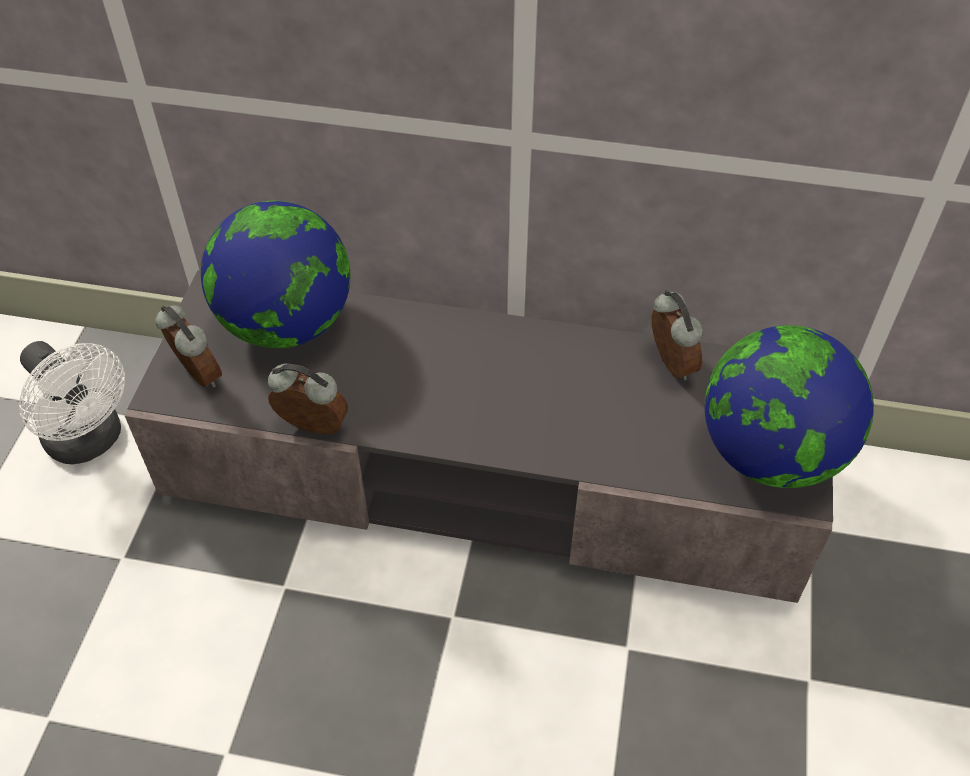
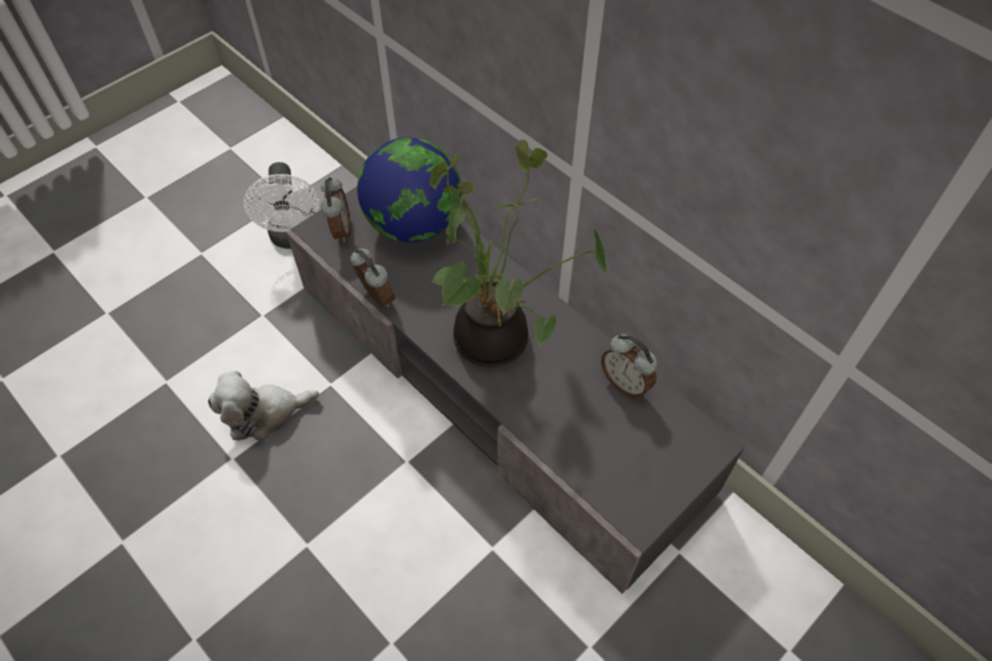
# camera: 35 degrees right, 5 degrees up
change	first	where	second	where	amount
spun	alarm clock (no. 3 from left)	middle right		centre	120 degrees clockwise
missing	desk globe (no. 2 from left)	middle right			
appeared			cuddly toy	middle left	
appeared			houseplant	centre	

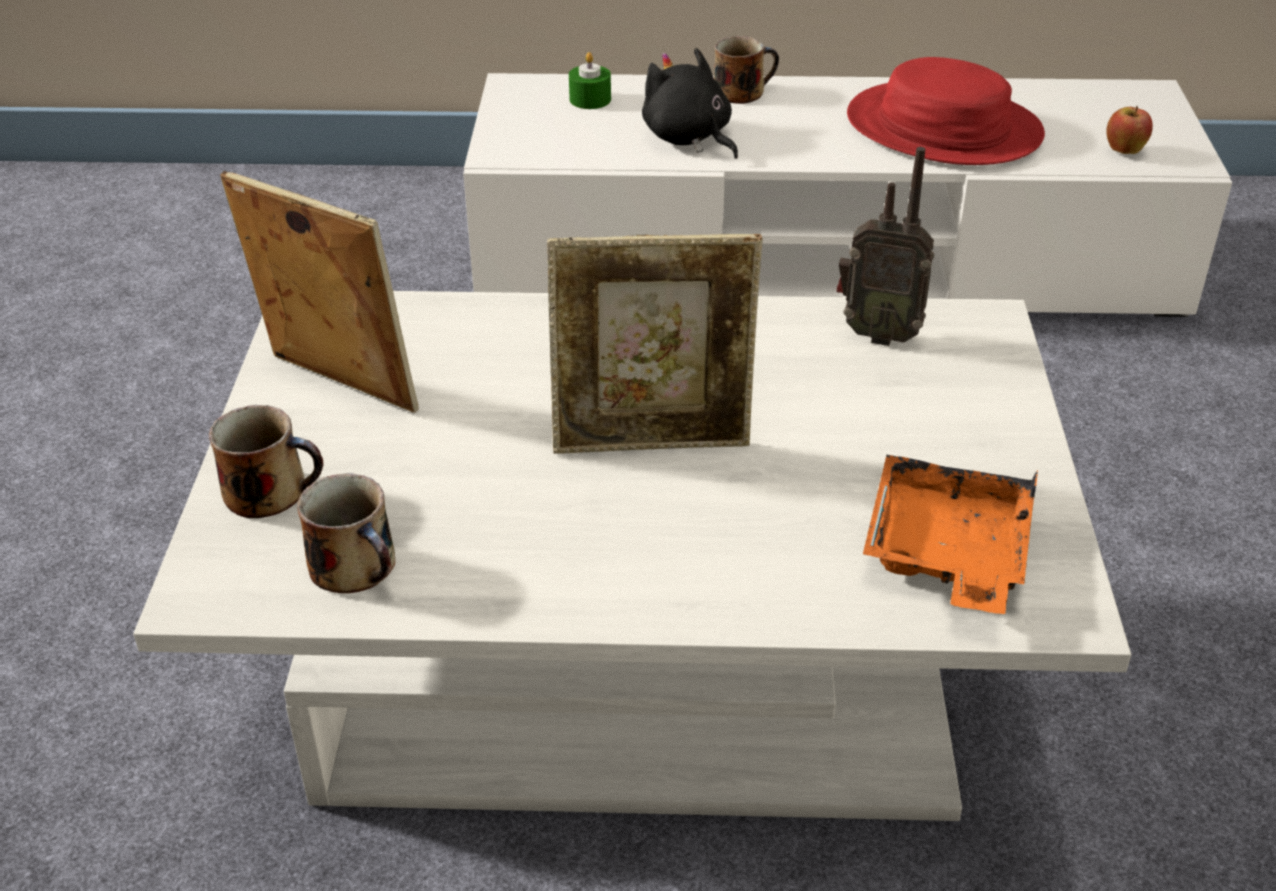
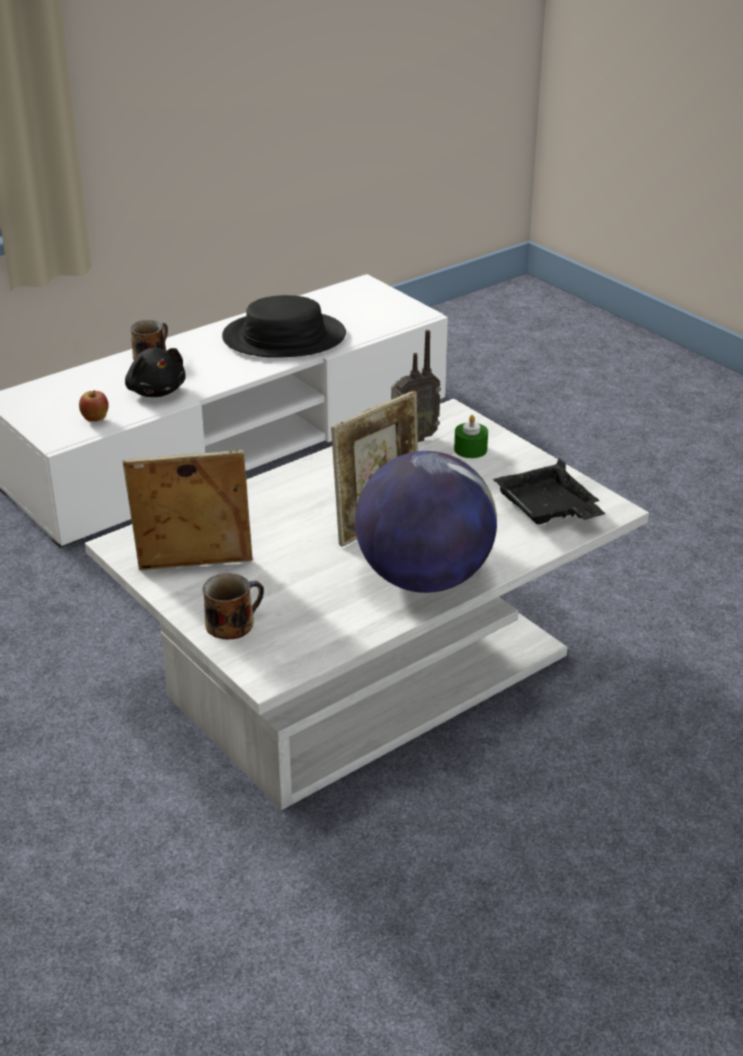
# camera: 40 degrees left, 5 degrees down
change	first	where	second	where	amount
missing	mug (no. 2 from left)	middle left			
relocated	candle in green	top centre		centre	
spun	cuddly toy in black-coloured	top centre		middle left	135 degrees counterclockwise
colour	wearable hat in reddish	top right	wearable hat in black-coloured	top centre	
colour	carrying tray in orange	middle right	carrying tray in black-coloured	middle right	
relocated	apple fruit	top right		middle left	
appeared			desk globe	centre	

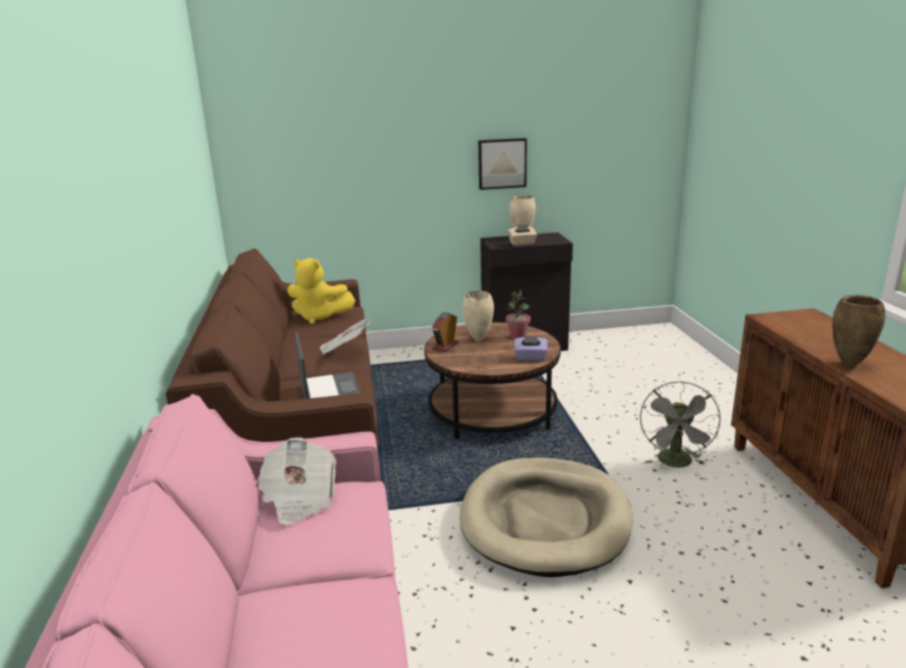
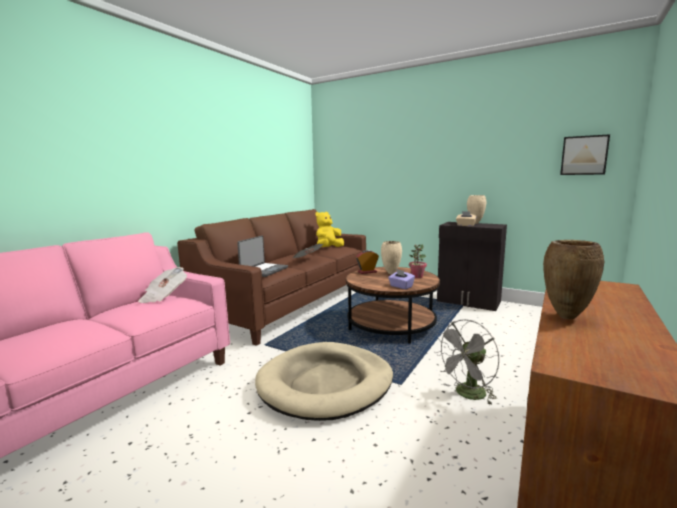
# camera: 40 degrees right, 10 degrees down
change	first	where	second	where	amount
spun	cuddly toy in yellow-coloured	centre		centre	75 degrees clockwise
relocated	picture	top centre		top right	

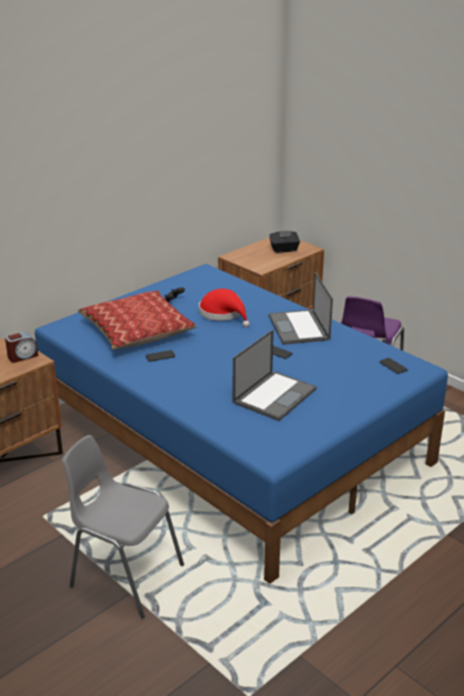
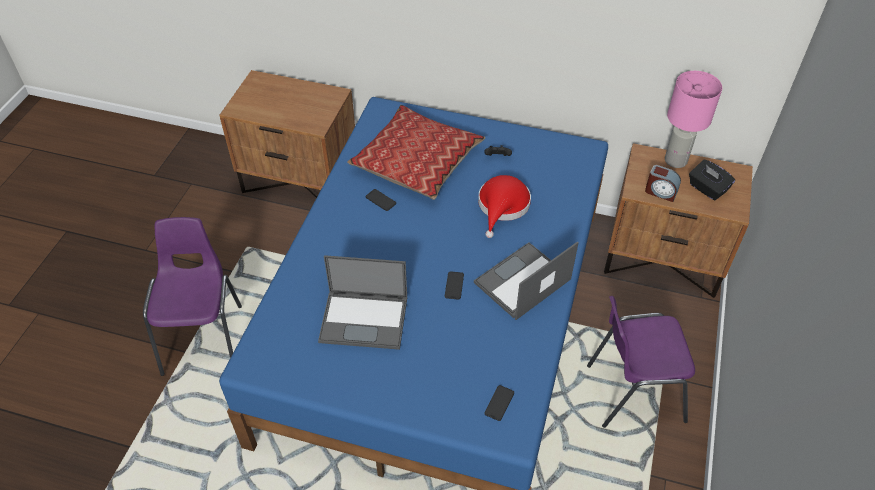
# camera: 60 degrees right, 20 degrees up
change	first	where	second	where	amount
relocated	alarm clock	middle left		middle right	
colour	plain chair in grey	bottom left	plain chair in purple (no. 1 from left)	middle left	
appeared			tabletop lamp in pinkish	top right	

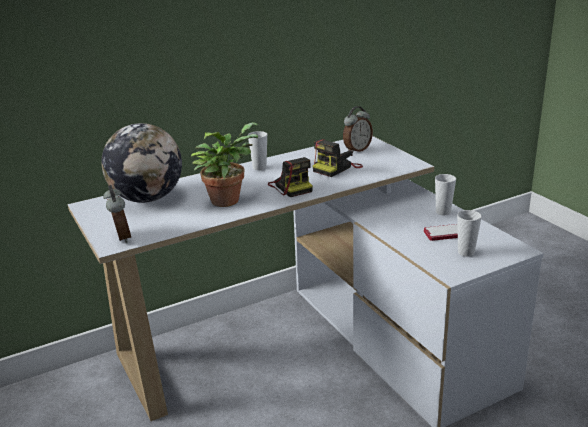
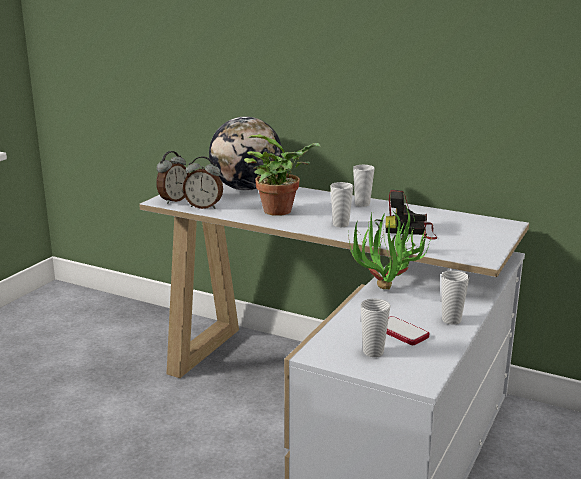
# camera: 55 degrees right, 5 degrees down
change	first	where	second	where	amount
exchanged	photo camera (no. 1 from left)	centre	small cup (no. 1 from left)	centre	
relocated	alarm clock (no. 2 from left)	top centre		centre	
appeared			houseplant (no. 2 from left)	middle right	

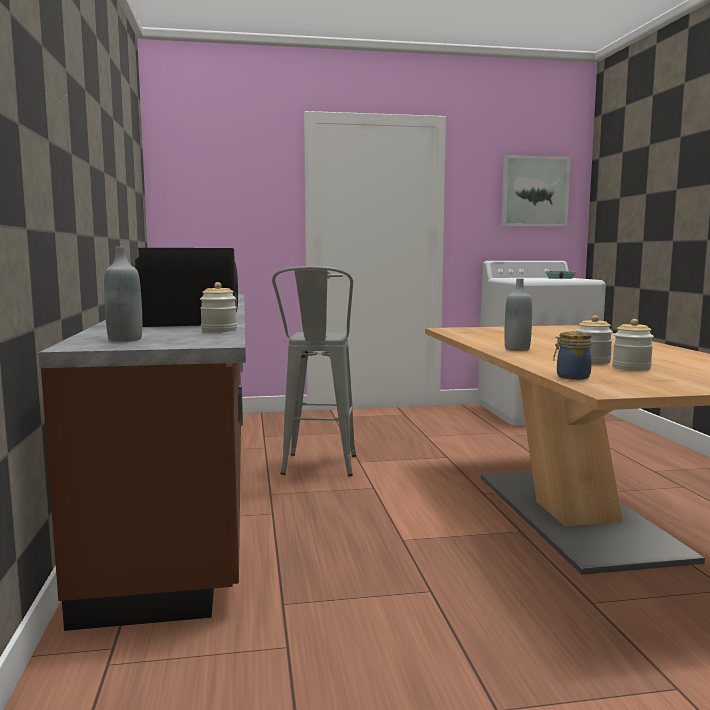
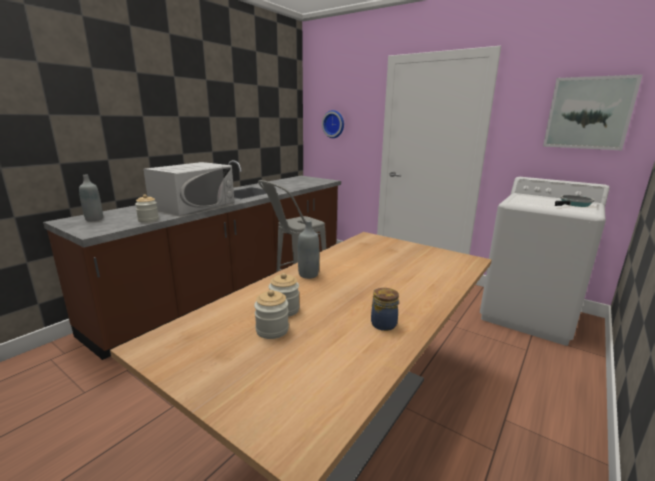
# camera: 45 degrees right, 10 degrees up
change	first	where	second	where	amount
colour	kitchen microwave in black-coloured	middle left	kitchen microwave in white-coloured	middle left	
relocated	jar (no. 2 from left in the first image)	middle right	jar (no. 4 from left)	centre	
appeared			wall clock	top centre	

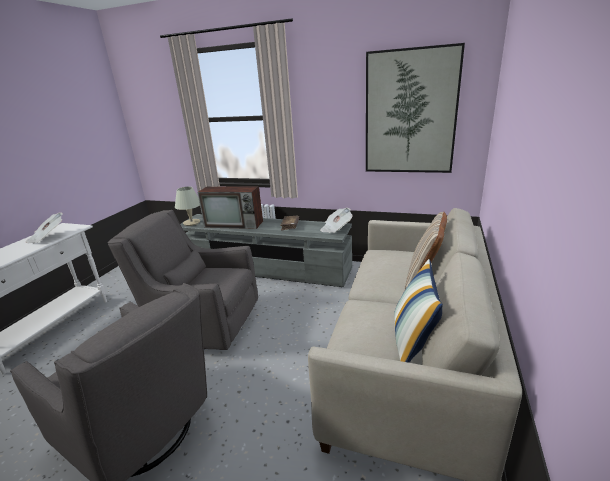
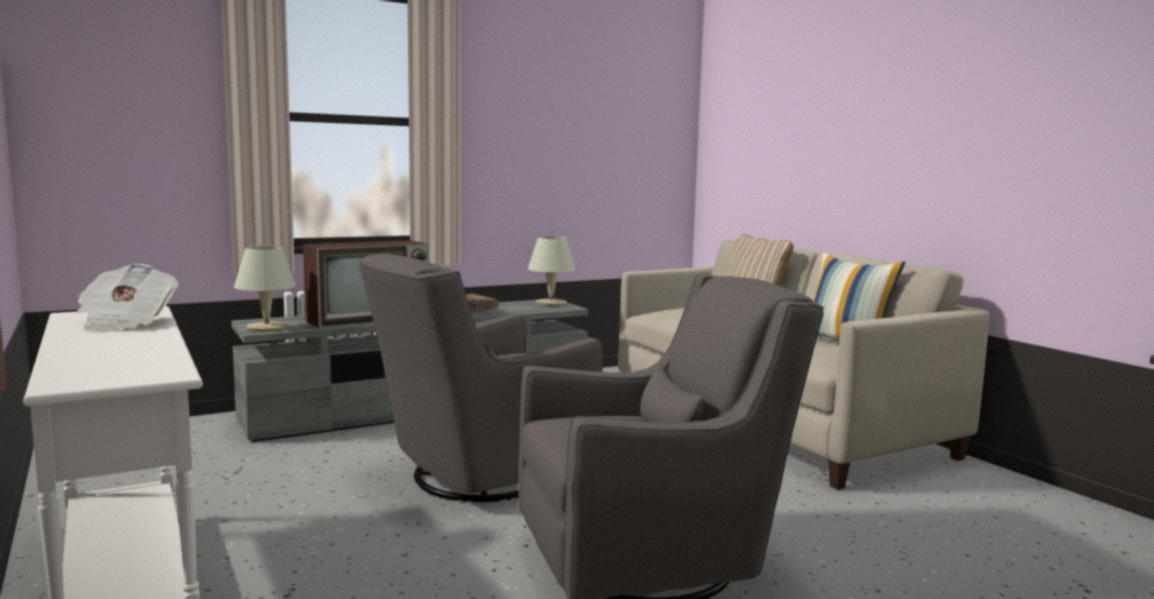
# camera: 50 degrees left, 15 degrees down
change	first	where	second	where	amount
exchanged	newspaper (no. 2 from left)	centre	tabletop lamp in beige-coloured (no. 2 from left)	centre	
missing	picture	top right			

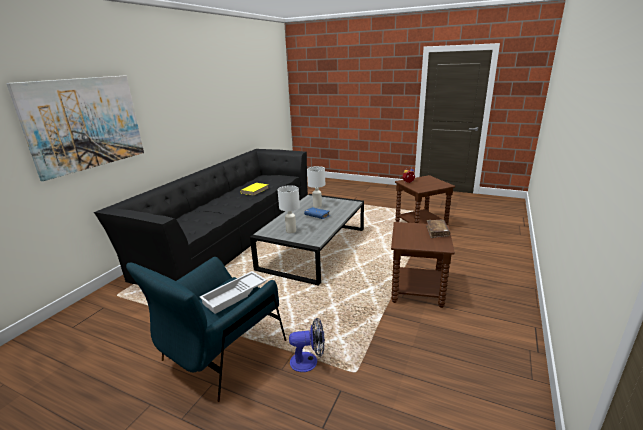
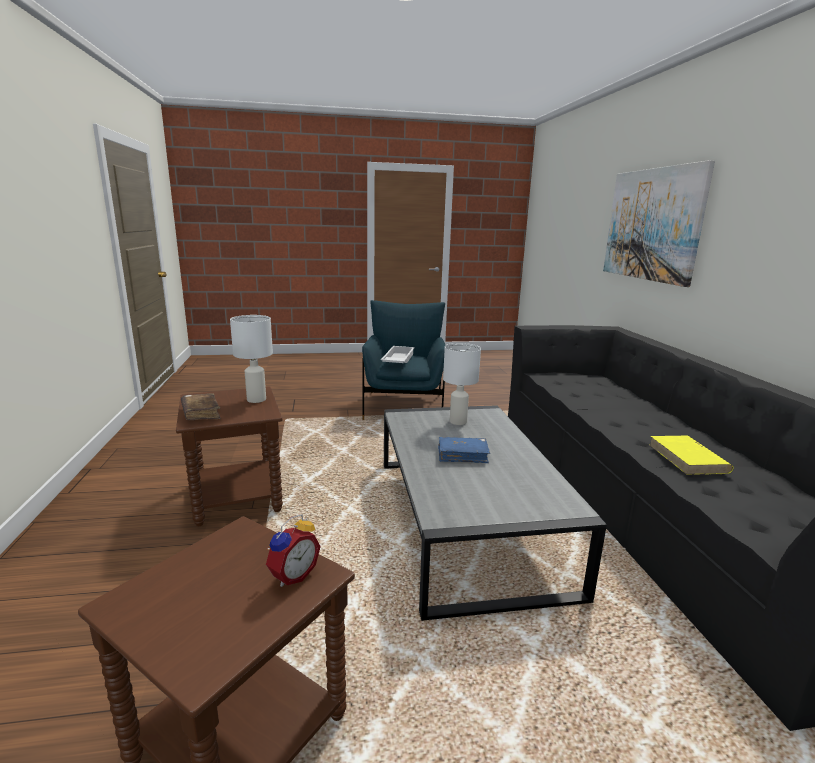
# camera: 145 degrees right, 5 degrees down
change	first	where	second	where	amount
missing	fan	bottom centre			
relocated	tabletop lamp in white-coloured (no. 2 from left in the first image)	centre	tabletop lamp in white-coloured (no. 1 from left)	middle left	

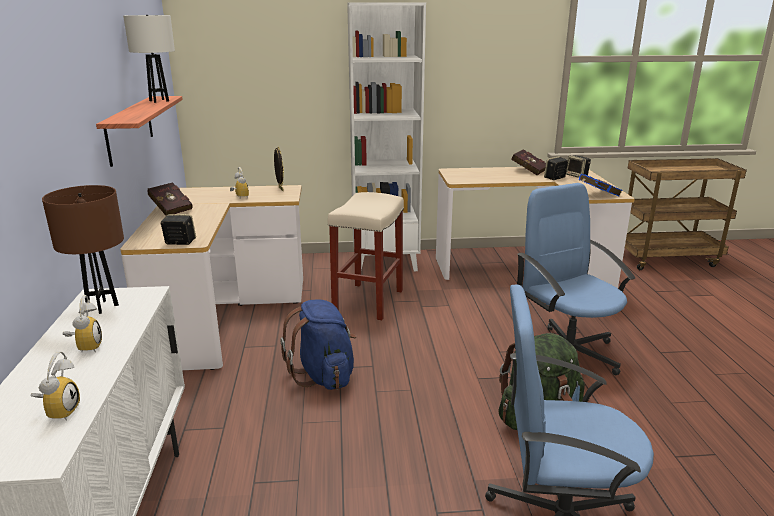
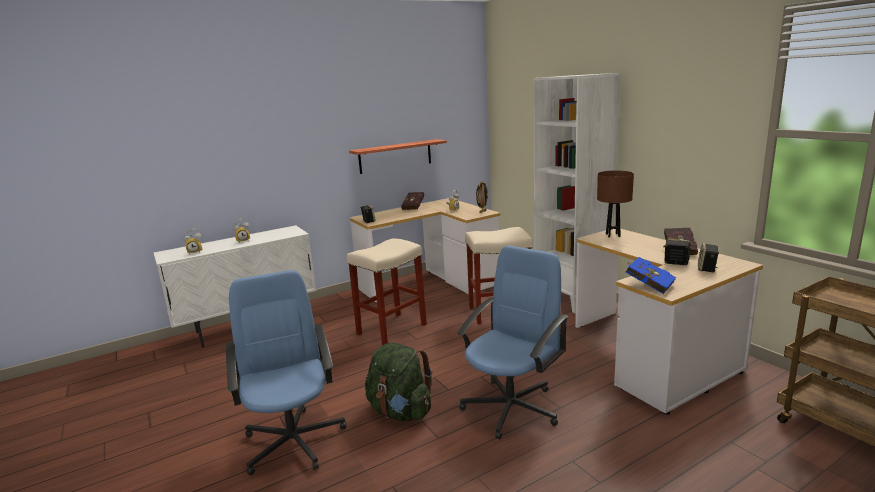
# camera: 65 degrees right, 5 degrees down
change	first	where	second	where	amount
relocated	tabletop lamp in brown-coloured	middle left		middle right	
missing	tabletop lamp in white-coloured	top left			
exchanged	backpack in blue-coloured	bottom centre	stool in beige-coloured (no. 1 from left)	centre	

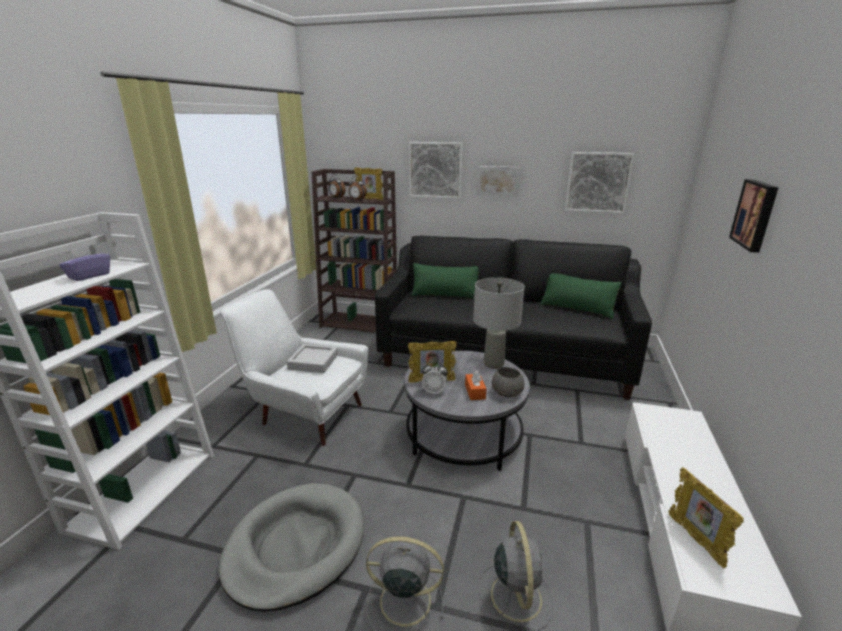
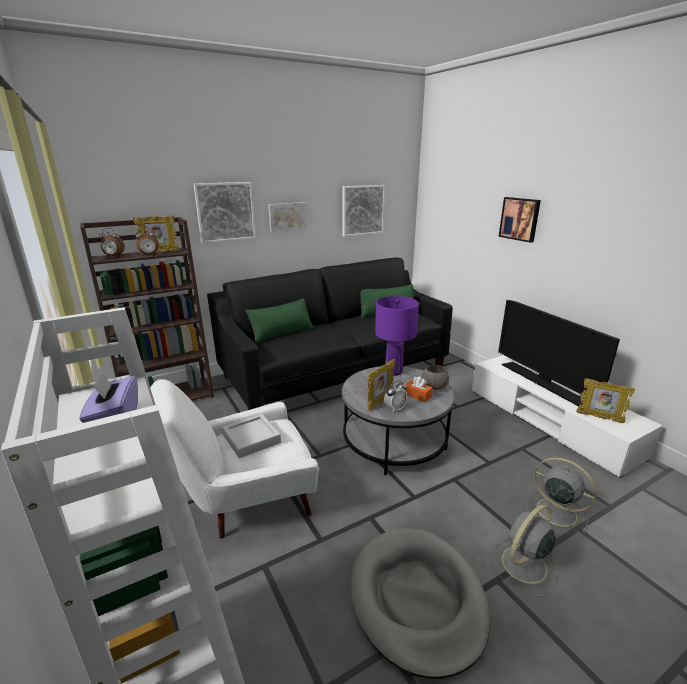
# camera: 45 degrees left, 0 degrees up
change	first	where	second	where	amount
colour	tabletop lamp in grey	centre	tabletop lamp in purple	centre	
appeared			TV set	middle right	

